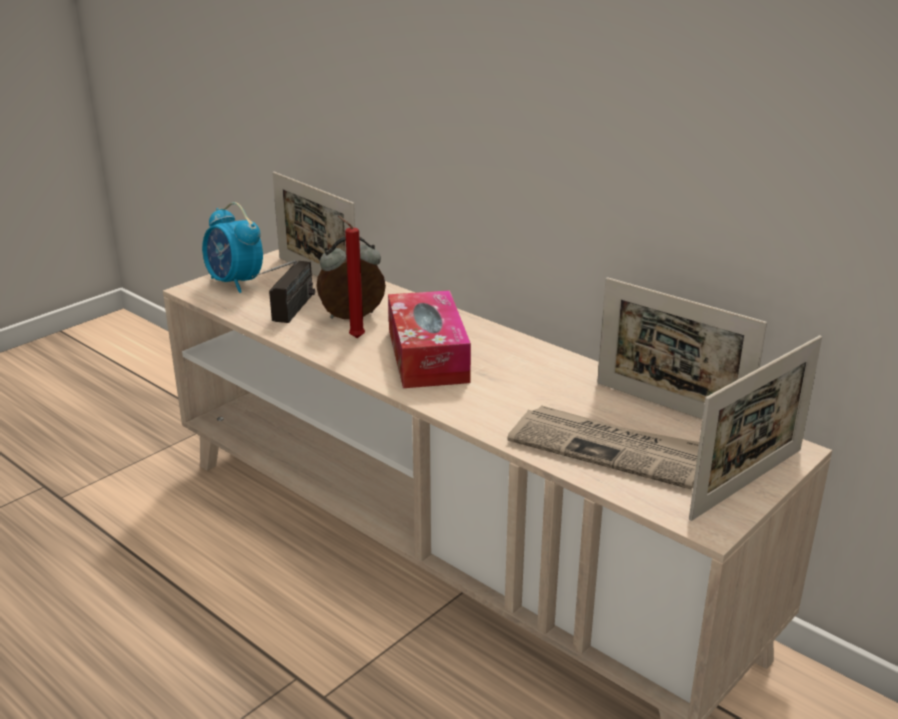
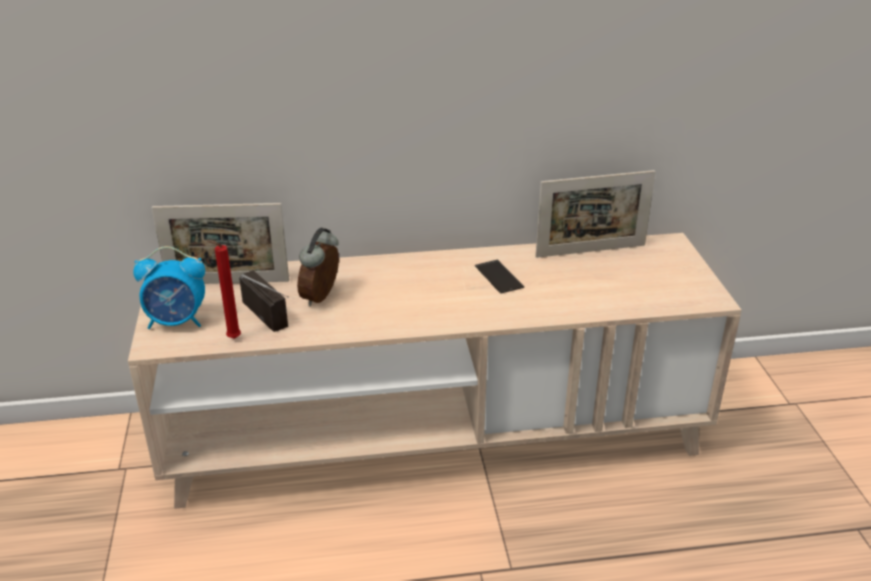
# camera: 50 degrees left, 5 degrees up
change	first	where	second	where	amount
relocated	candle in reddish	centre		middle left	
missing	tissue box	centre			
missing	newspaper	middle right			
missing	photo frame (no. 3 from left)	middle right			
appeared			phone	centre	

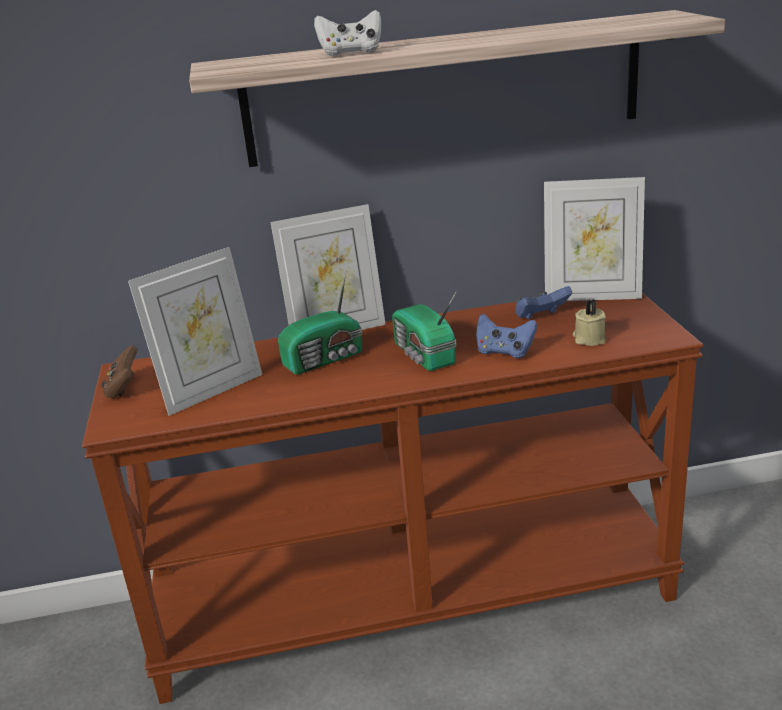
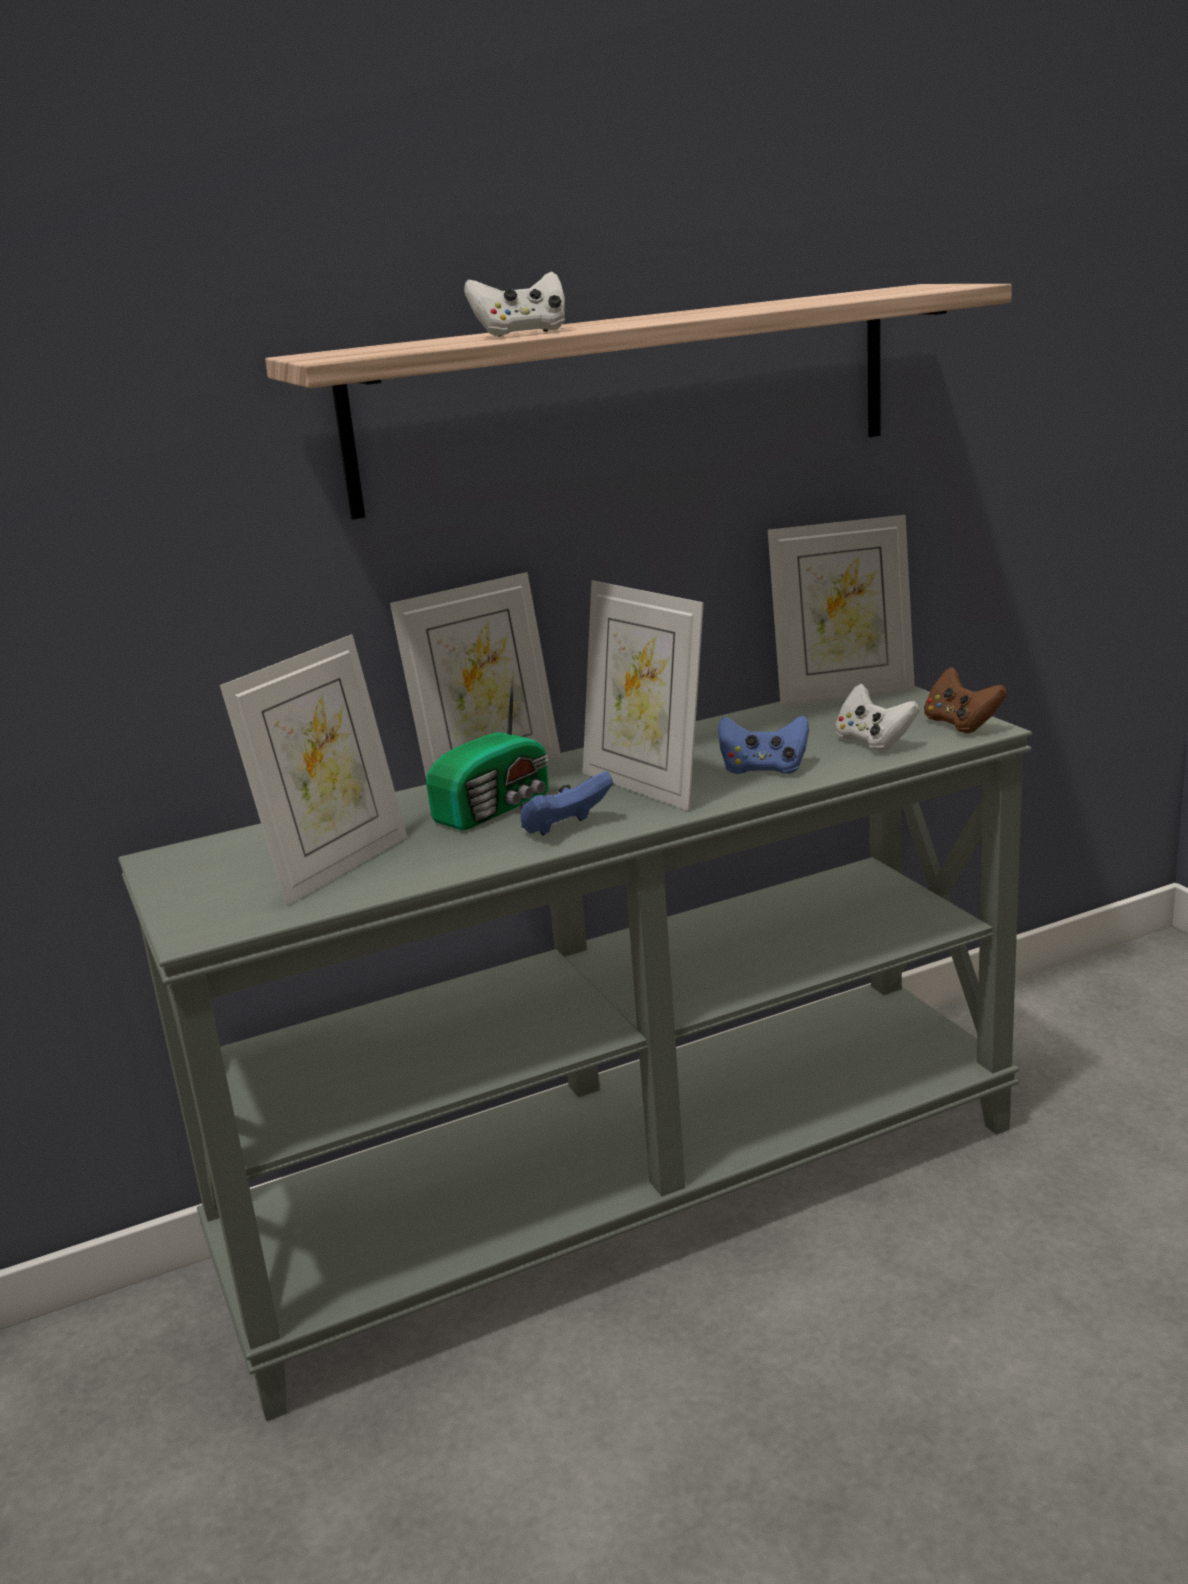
# camera: 15 degrees left, 5 degrees down
change	first	where	second	where	amount
colour	narrow table in brown-coloured	bottom centre	narrow table in grey	centre	
relocated	game controller in brown-coloured	middle left		middle right	
exchanged	radio set (no. 2 from left)	centre	photo frame (no. 3 from left)	centre	
relocated	game controller in blue-coloured (no. 2 from left in the first image)	middle right	game controller in blue-coloured (no. 1 from left)	centre	
exchanged	candle in beige-coloured	middle right	game controller in white-coloured (no. 2 from left)	middle right	

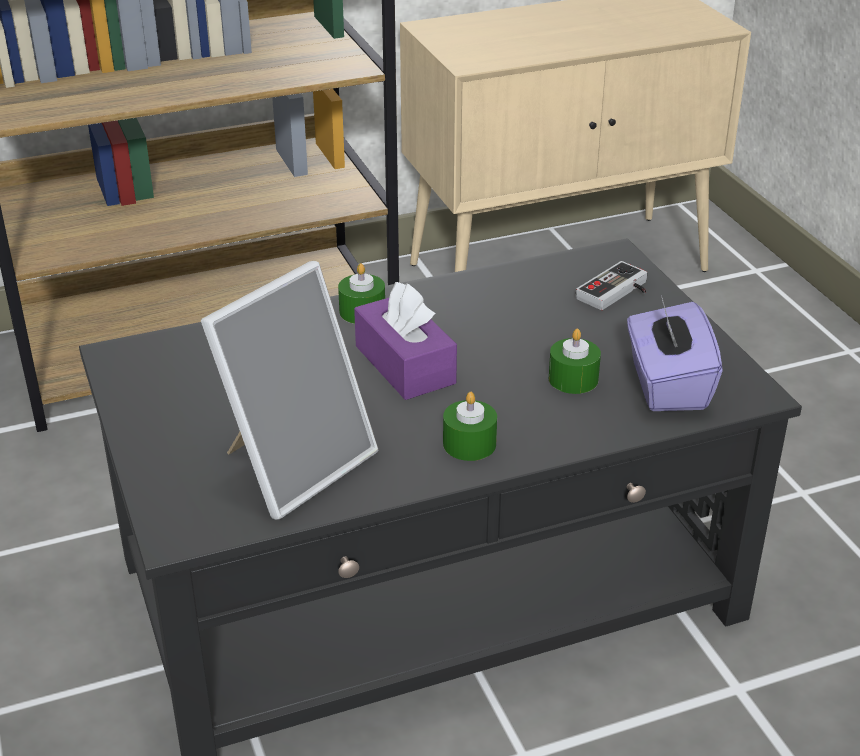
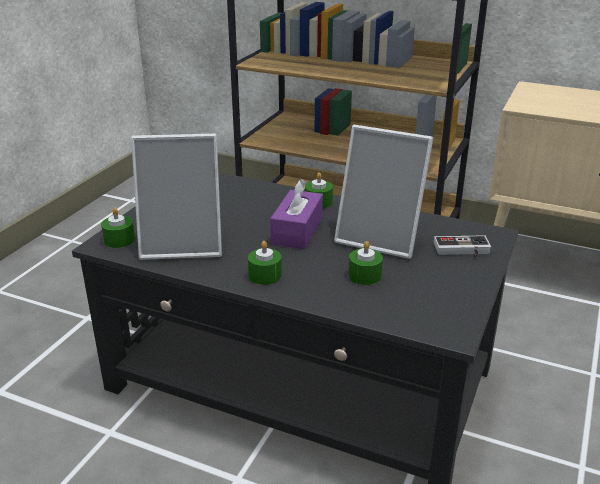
# camera: 45 degrees right, 5 degrees down
change	first	where	second	where	amount
missing	tissue box in purple (no. 2 from left)	middle right			
appeared			candle in green (no. 1 from left)	middle left	
appeared			photo frame (no. 2 from left)	centre	

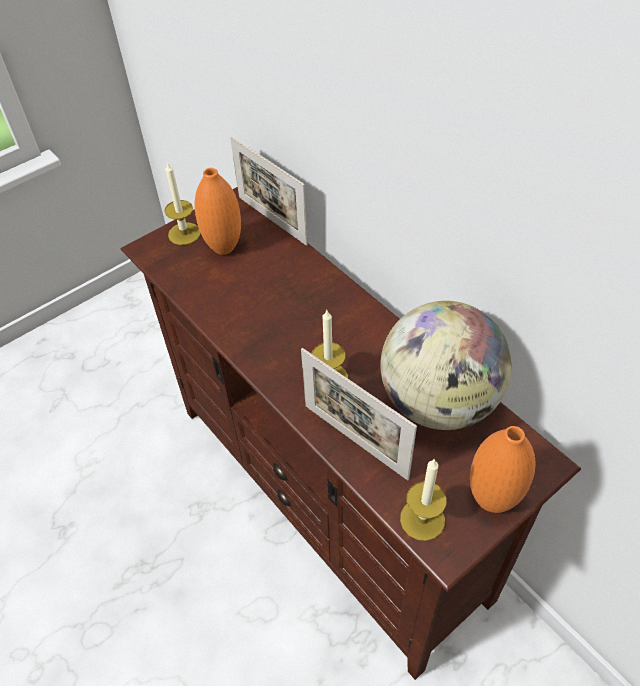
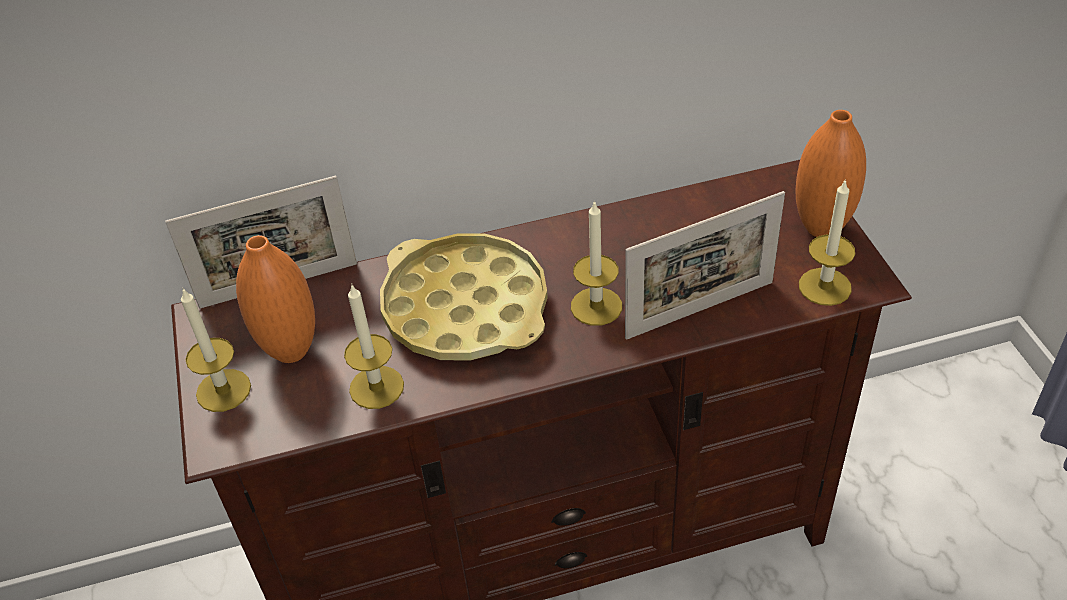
# camera: 65 degrees left, 5 degrees down
change	first	where	second	where	amount
missing	desk globe	middle right			
appeared			candle (no. 2 from left)	centre	
appeared			carrying tray in yellow-coloured	centre	

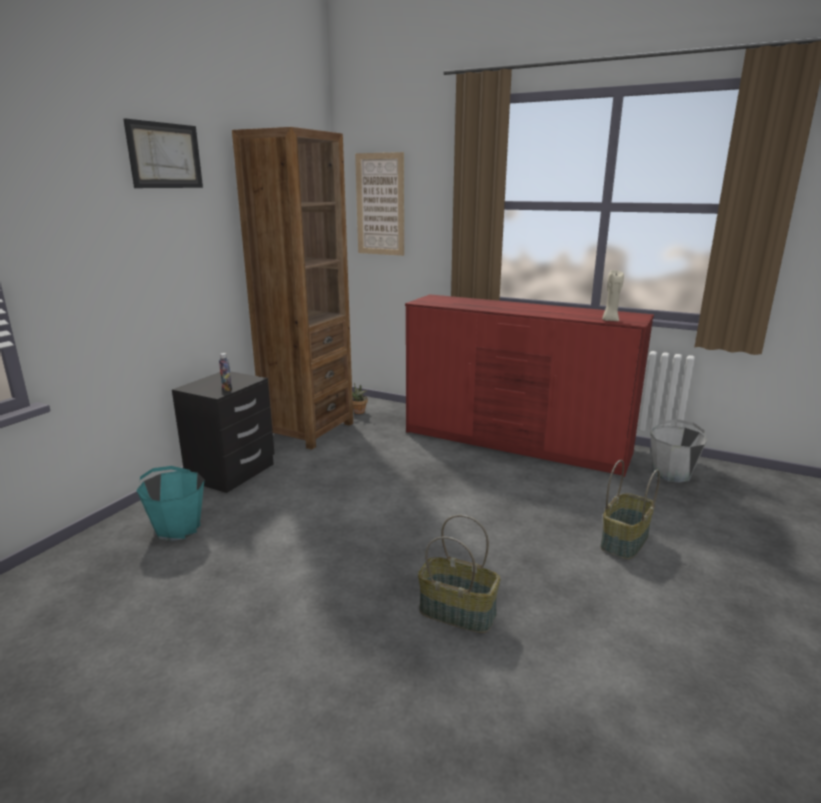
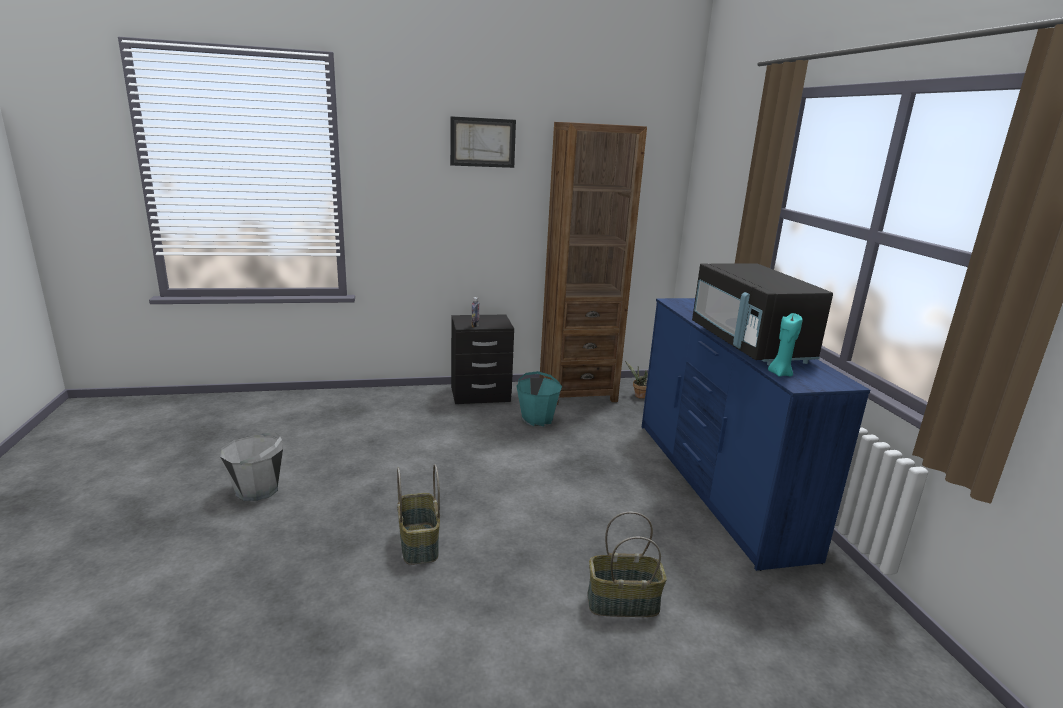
# camera: 50 degrees right, 0 degrees up
change	first	where	second	where	amount
relocated	pail in turquoise-coloured	middle left		centre	
missing	picture (no. 2 from left)	top centre			
colour	chest of drawers in reddish	centre	chest of drawers in blue-coloured	middle right	
colour	candle in beige-coloured	middle right	candle in turquoise-coloured	middle right	
relocated	pail in grey	middle right		middle left	
appeared			kitchen microwave in black-coloured	middle right	

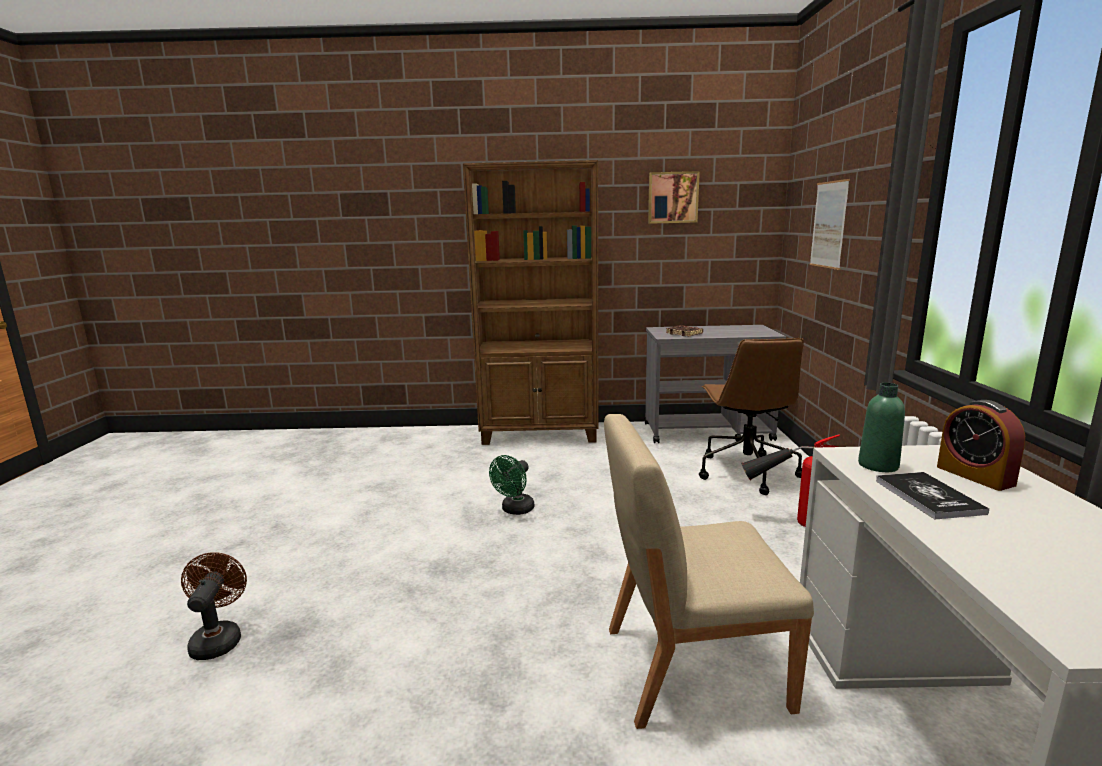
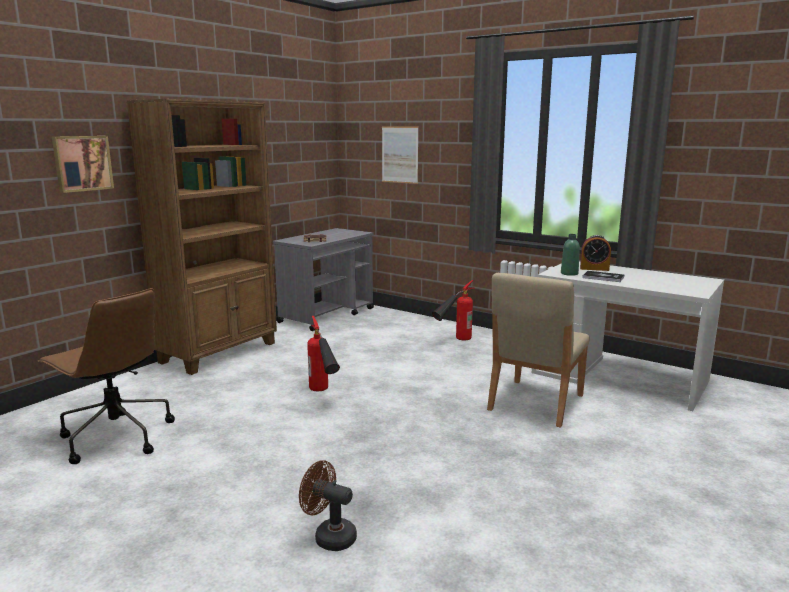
# camera: 55 degrees left, 0 degrees up
change	first	where	second	where	amount
exchanged	fan in green	centre	fire-fighting cylinder (no. 1 from left)	centre	
relocated	picture (no. 1 from left)	top centre		top left	
relocated	office chair in brown-coloured	middle right		middle left	

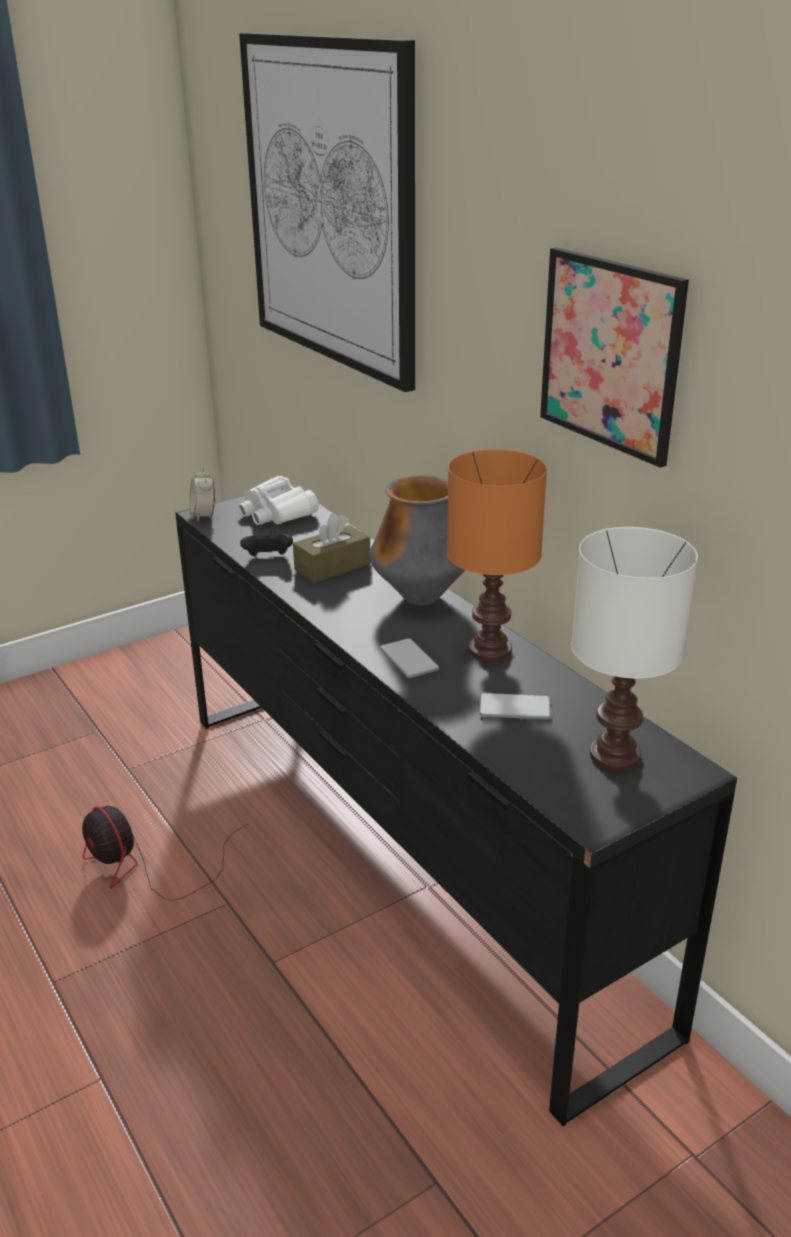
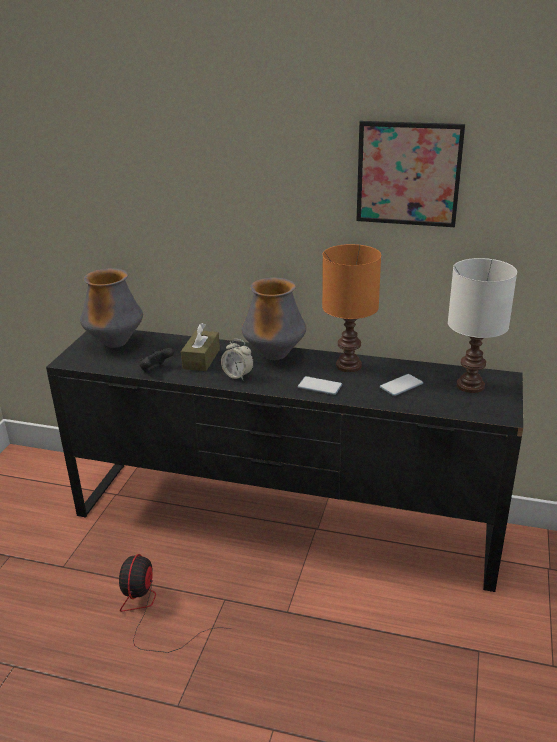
# camera: 40 degrees left, 0 degrees up
change	first	where	second	where	amount
spun	fan	bottom left		bottom left	90 degrees clockwise
relocated	alarm clock	middle left		centre	
exchanged	binoculars in white-coloured	centre	vase (no. 1 from left)	middle left	
missing	picture (no. 1 from left)	top centre			

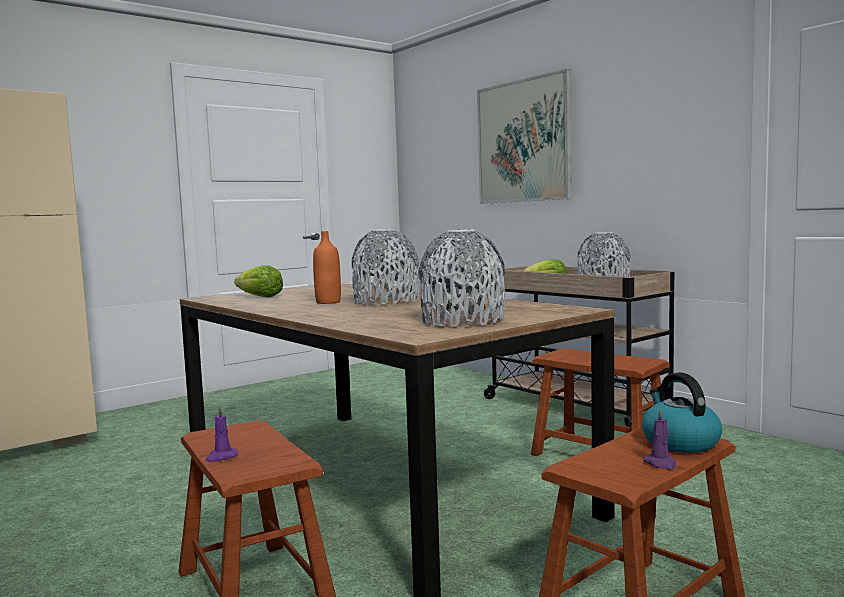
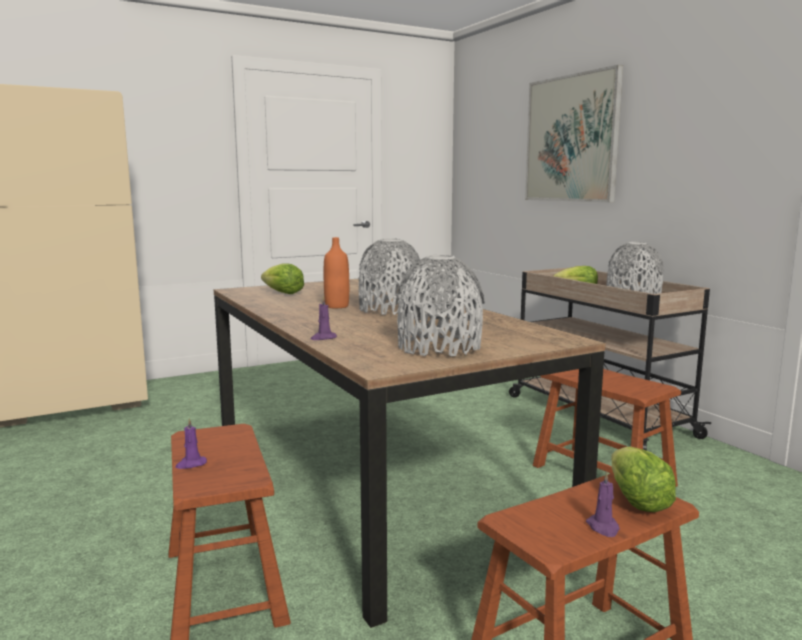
# camera: 10 degrees right, 5 degrees up
change	first	where	second	where	amount
exchanged	tea kettle	bottom right	head of lettuce (no. 3 from left)	bottom right	
appeared			candle in purple (no. 2 from left)	centre	

